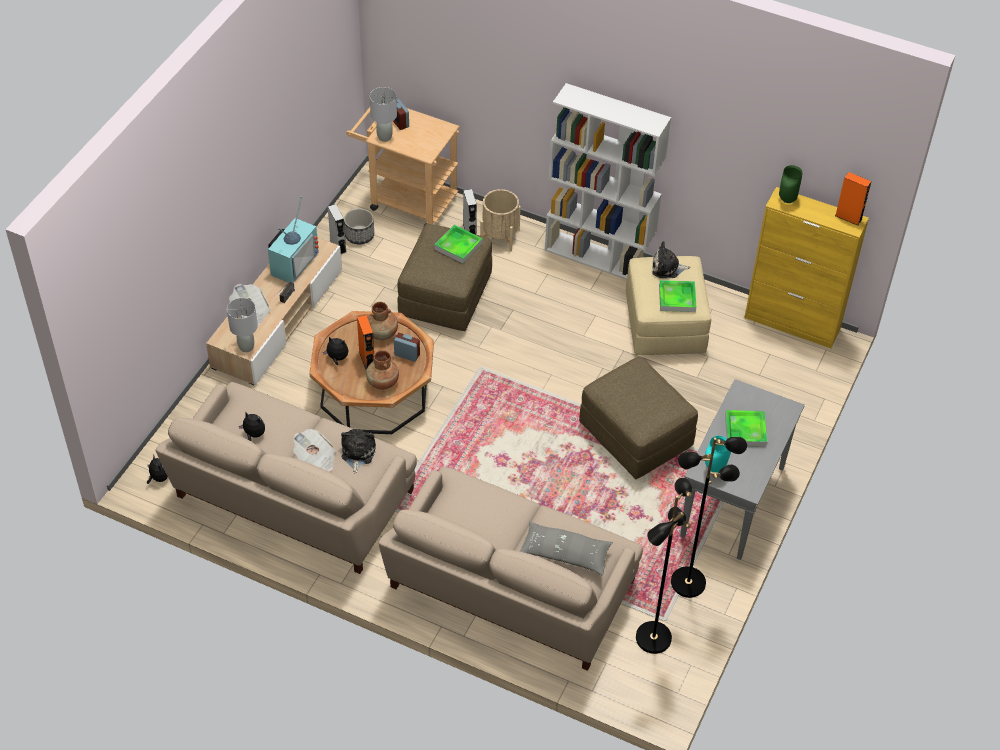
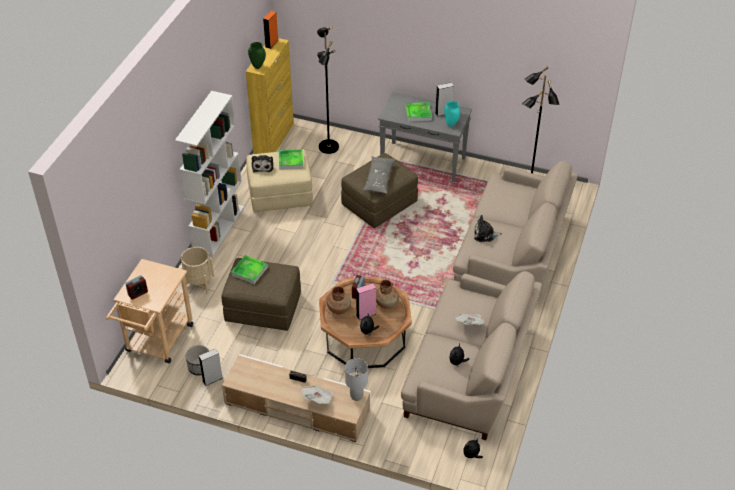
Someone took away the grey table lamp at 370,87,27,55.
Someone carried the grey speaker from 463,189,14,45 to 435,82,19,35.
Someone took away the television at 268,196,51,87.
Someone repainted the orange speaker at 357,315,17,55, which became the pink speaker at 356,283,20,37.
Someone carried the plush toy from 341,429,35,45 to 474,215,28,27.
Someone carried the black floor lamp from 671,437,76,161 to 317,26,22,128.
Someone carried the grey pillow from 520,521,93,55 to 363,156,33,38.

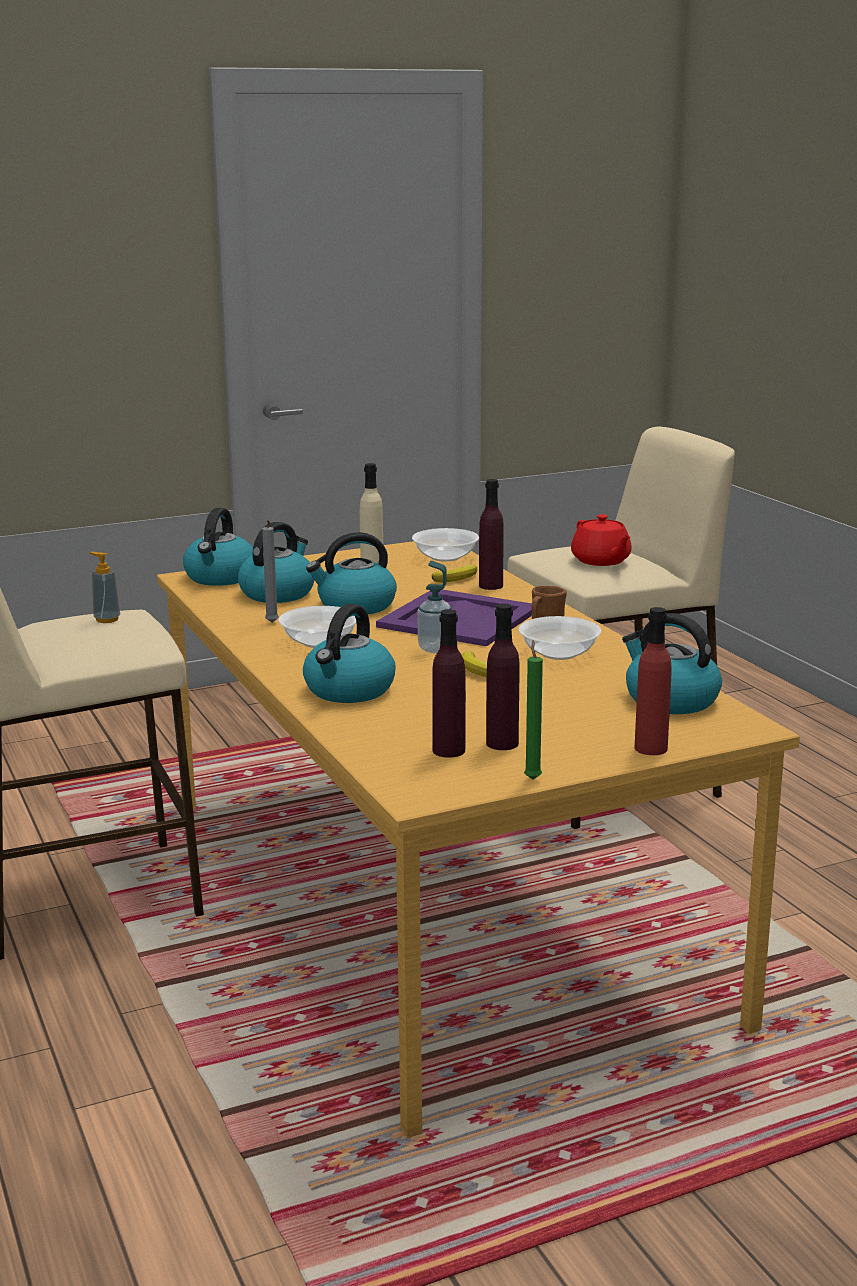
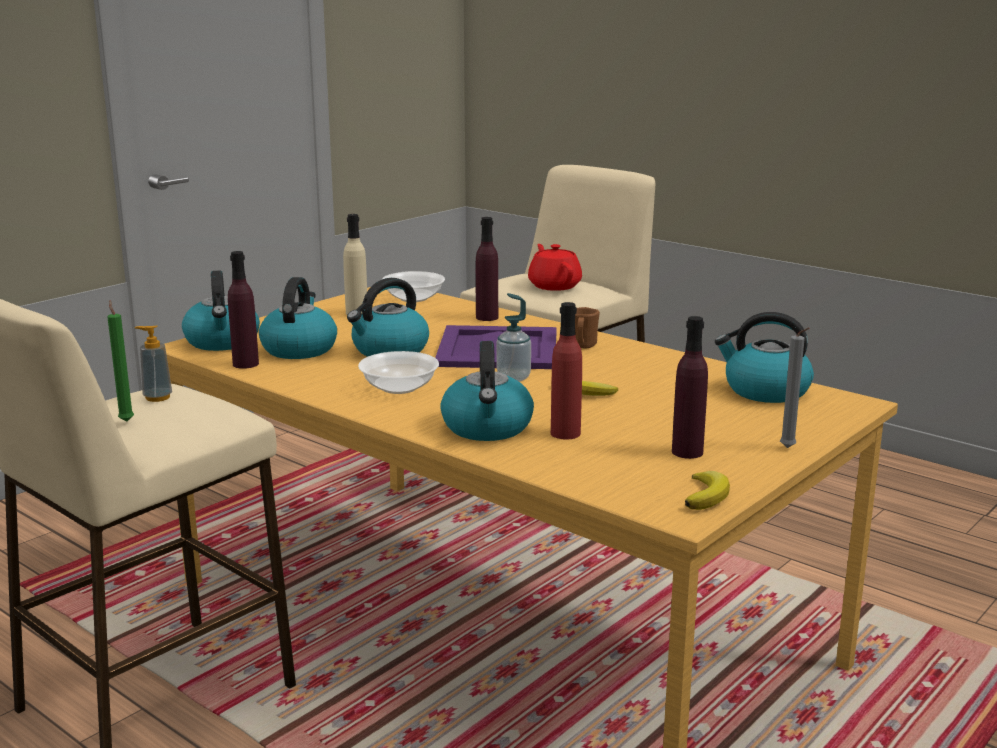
Someone rotated the red teapot at 571,514,61,52 by 150 degrees counterclockwise.
Someone carried the grey candle from 262,520,17,103 to 780,328,30,120.
Someone carried the banana from 432,564,45,19 to 685,471,45,39.
Someone carried the red bottle from 635,607,37,148 to 551,302,31,137.
Someone carried the purple bottle from 432,609,34,149 to 228,251,31,118.
Someone took away the bowl at 519,616,82,44.
Someone carried the green candle from 524,640,19,140 to 108,300,26,122.

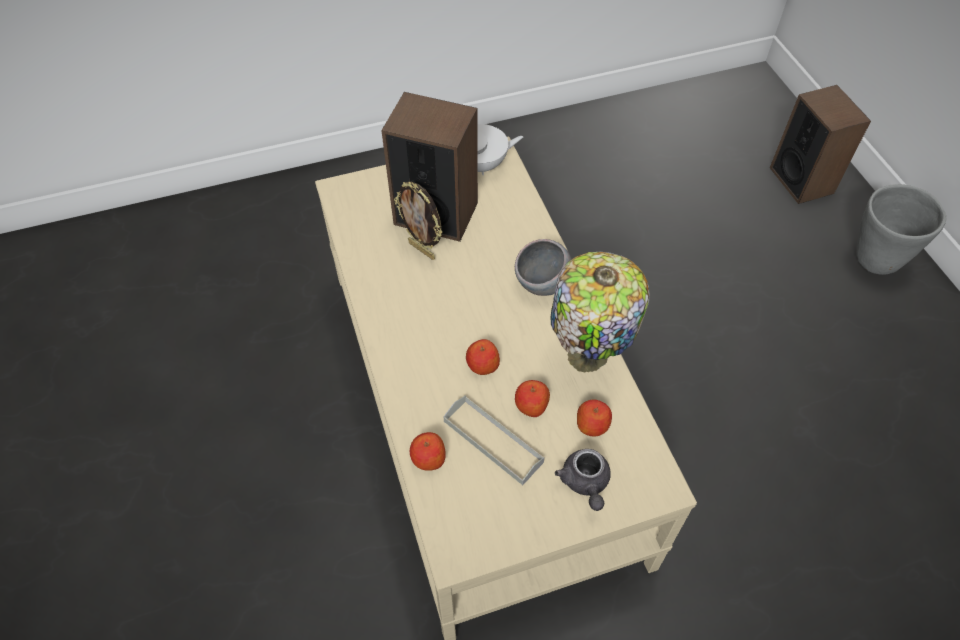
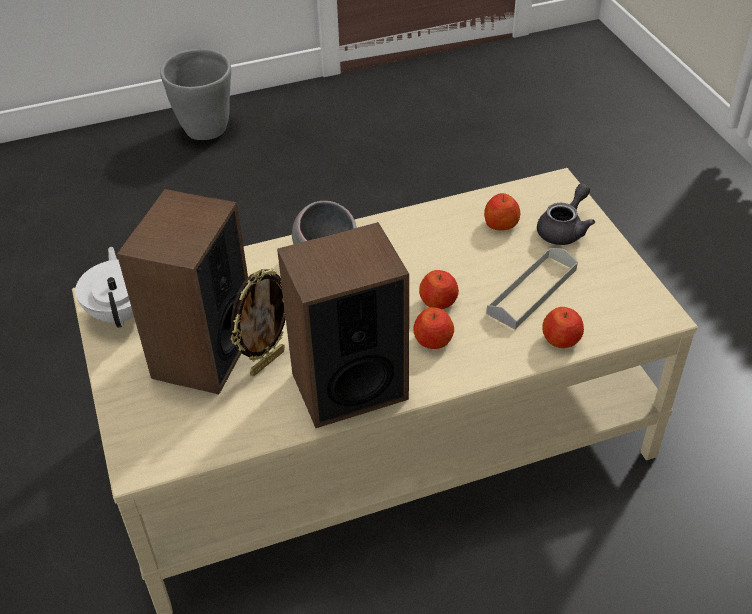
Someone carried the speaker from 770,85,101,119 to 277,222,132,206.
Someone took away the table lamp at 551,252,98,120.
Someone carried the apple from 515,380,35,37 to 414,307,40,42.
Someone rotated the grey teapot at 555,449,56,62 by 45 degrees counterclockwise.

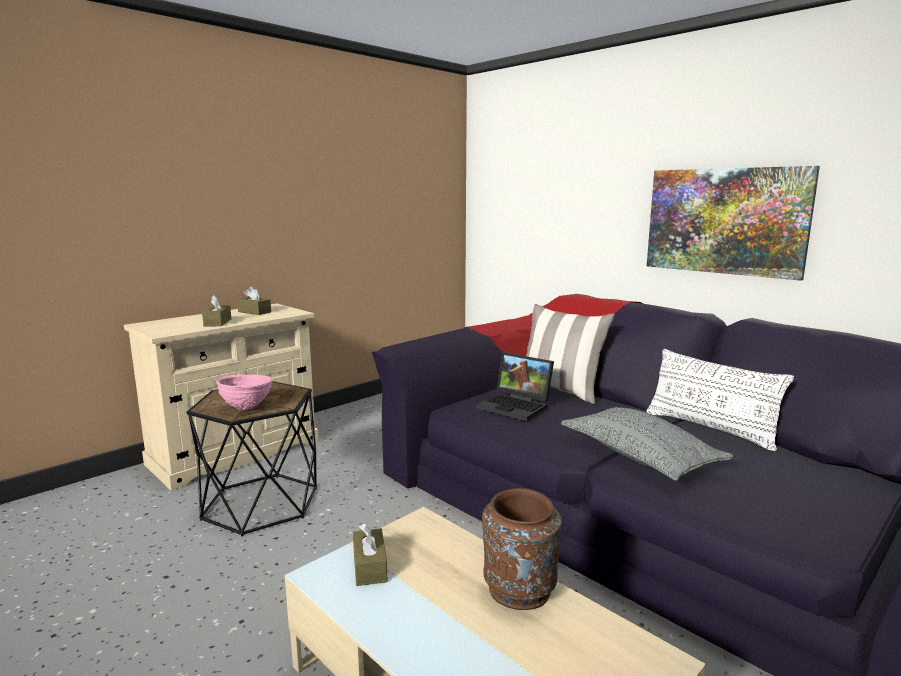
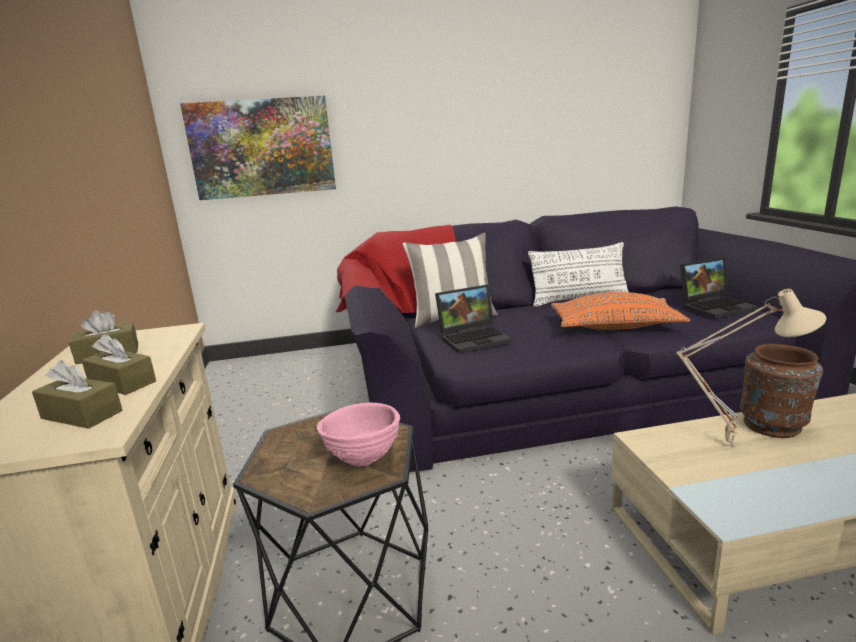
Someone carried the picture from 647,166,173,115 to 180,95,156,105.
Someone repainted the grey pillow at 561,407,172,74, which became the orange pillow at 551,292,139,38.
Someone carried the brown tissue box from 353,523,35,63 to 32,360,90,69.
Someone put down the laptop at 680,257,78,61.
Someone put down the beige table lamp at 676,289,150,158.

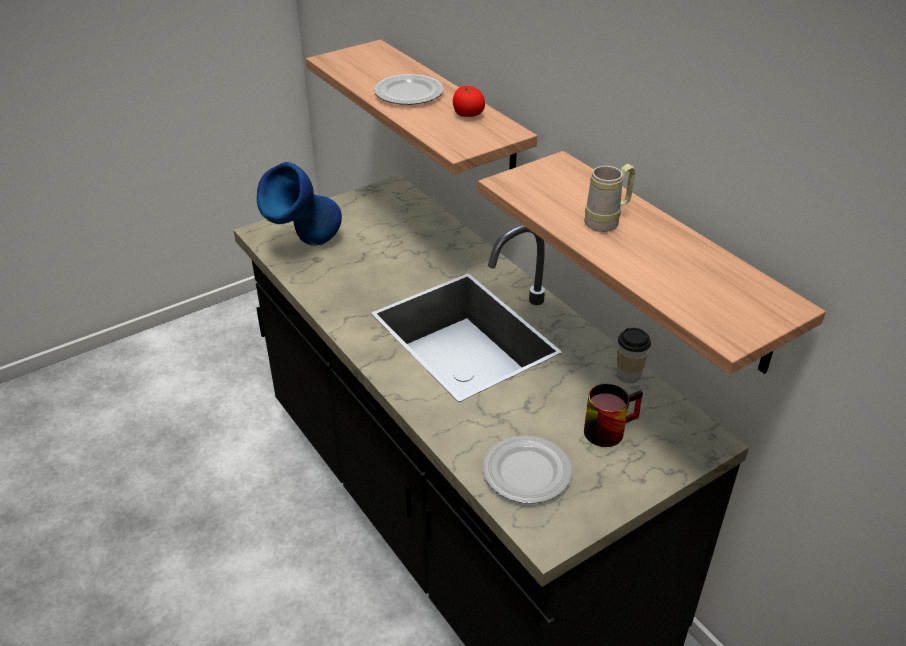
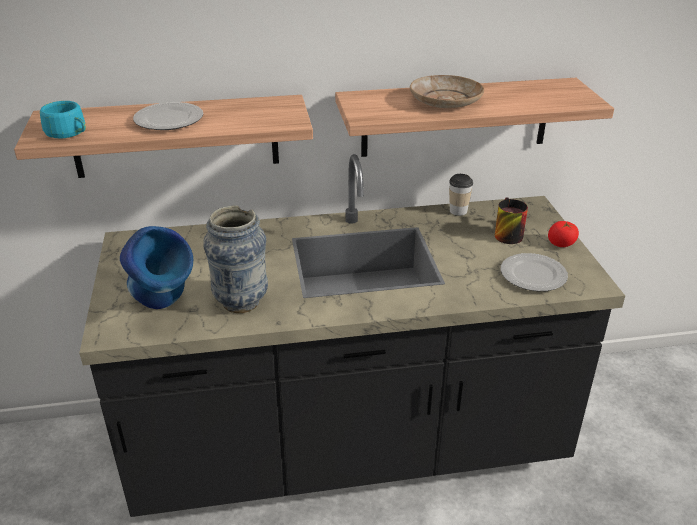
Someone carried the tomato from 453,86,32,31 to 548,221,31,26.
Someone swapped the beige mug at 584,164,52,68 for the beige plate at 410,75,74,33.
Someone put down the turquoise cup at 40,101,46,38.
Someone put down the vase at 203,206,65,107.

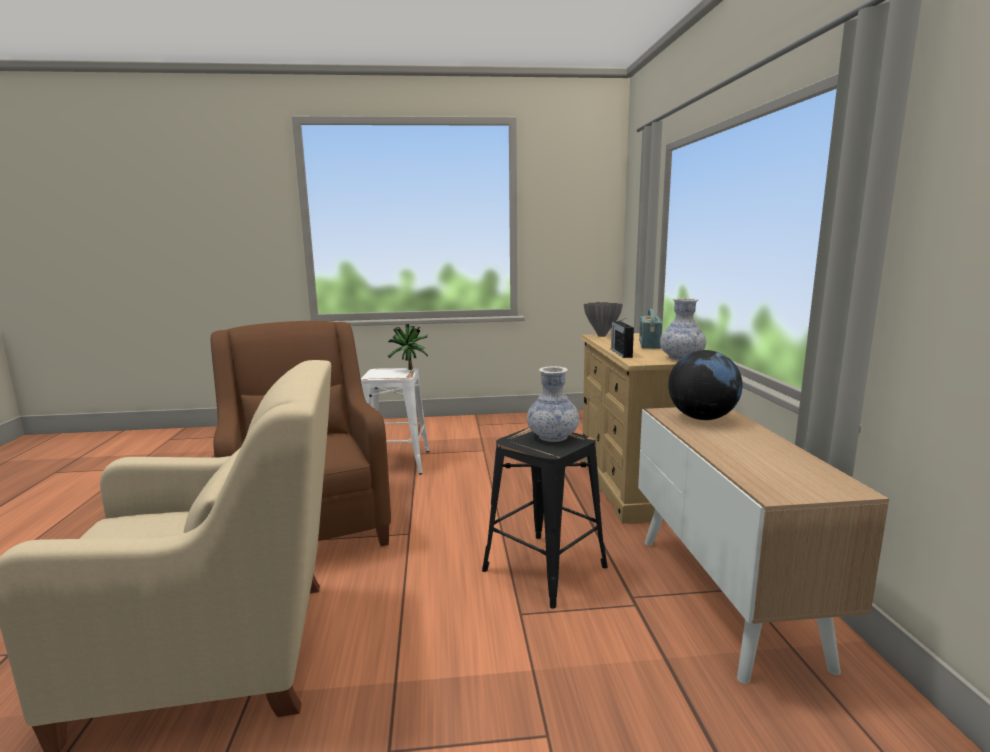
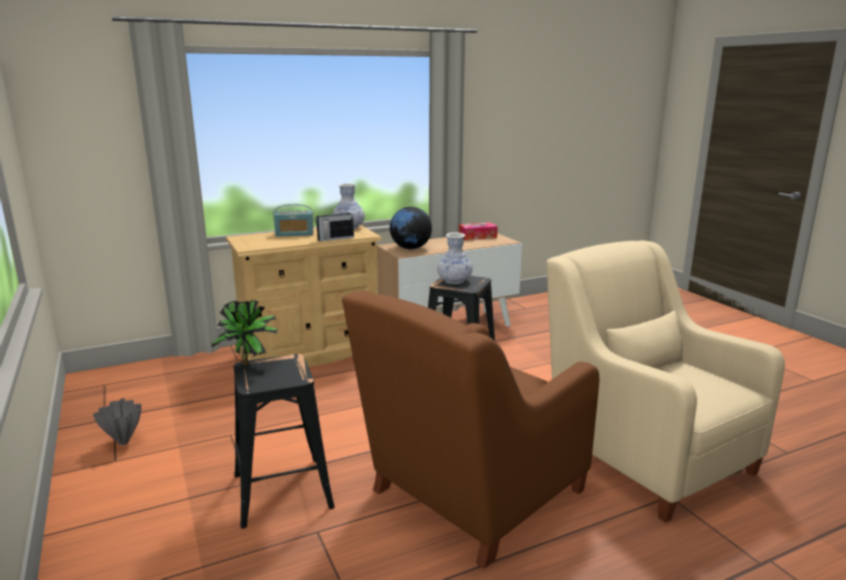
Someone carried the grey vase from 584,302,39,35 to 93,398,48,47.
Someone repainted the white stool at 361,368,69,107, which became the black stool at 233,354,102,175.
Someone put down the tissue box at 459,223,39,17.

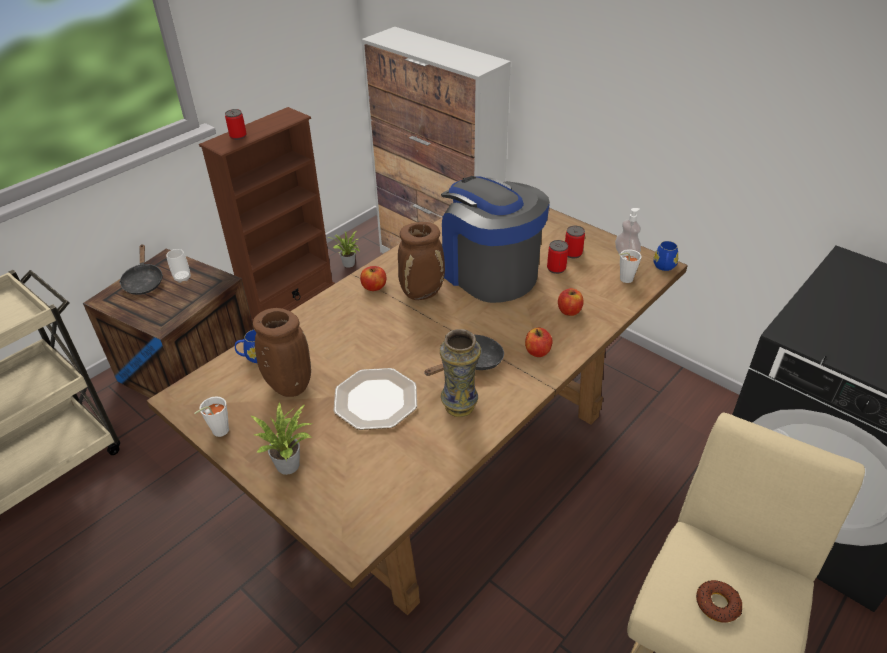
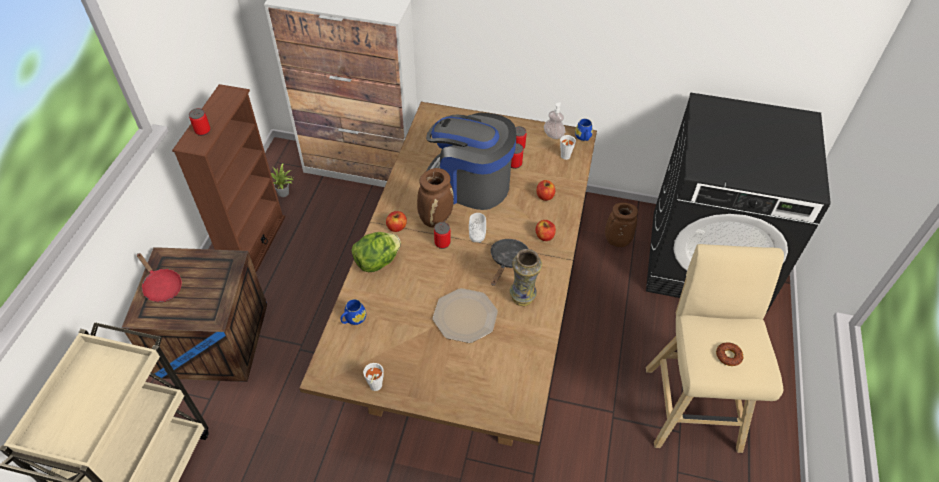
Someone repainted the black frying pan at 119,244,44,51, which became the red frying pan at 137,253,45,49.
Someone carried the cup from 166,249,25,34 to 469,213,17,30.
Someone carried the brown vase from 253,308,58,89 to 605,203,33,44.
Someone took away the potted plant at 250,402,62,73.
Someone put down the can at 434,222,17,27.
Someone put down the lettuce at 352,232,49,40.

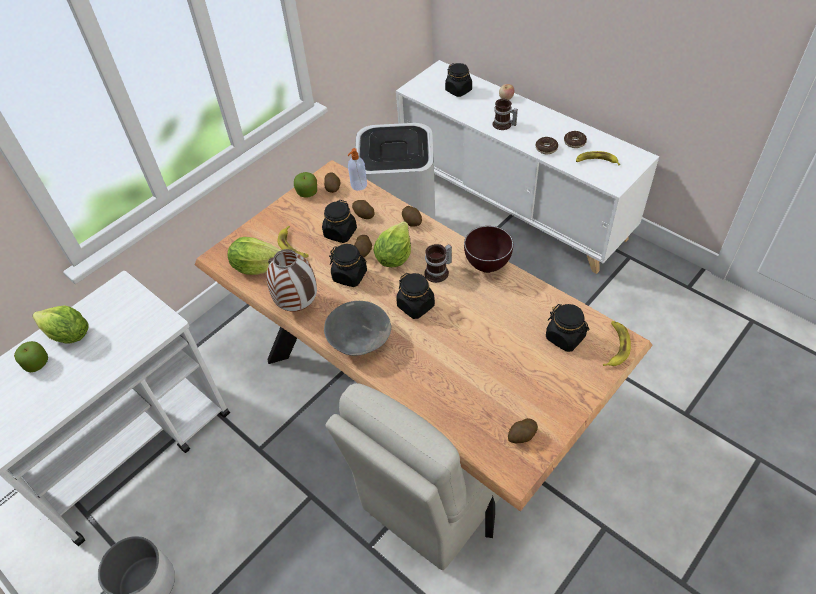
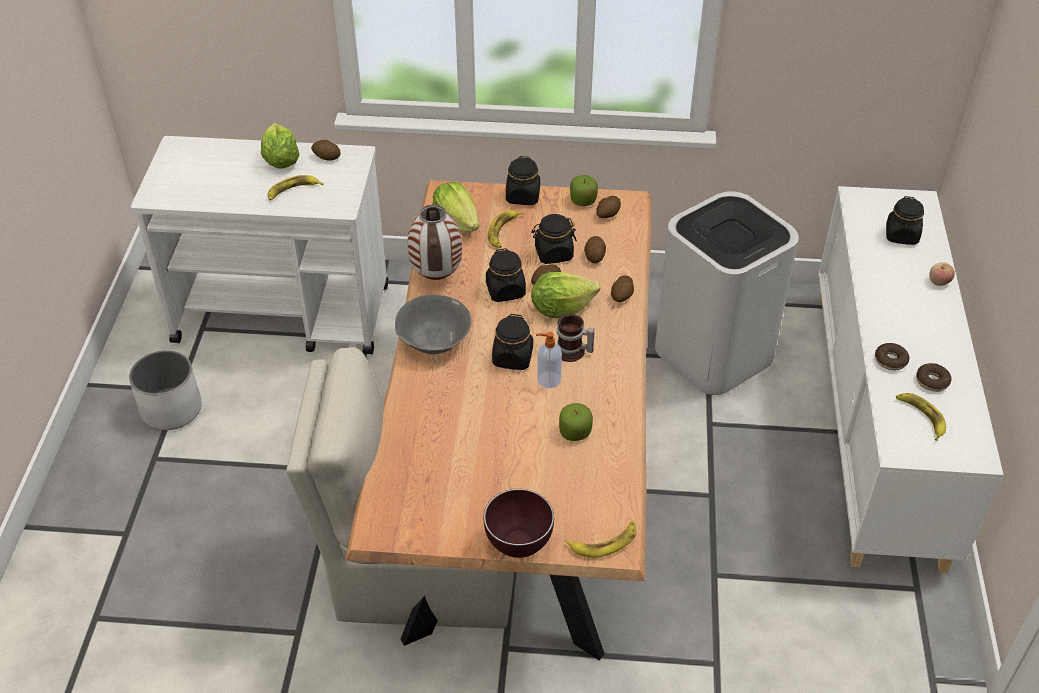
Someone took away the mug at 493,99,25,31.
Someone carried the soap dispenser from 347,148,20,43 to 536,332,26,56.
Someone carried the brown bowl from 464,226,49,47 to 484,489,70,69.
Someone carried the black jar from 546,304,43,48 to 506,156,34,49.
Someone carried the apple from 14,341,34,31 to 559,403,34,38.
Someone carried the potato from 508,418,30,25 to 311,140,29,21.
Someone put down the banana at 267,175,56,26.

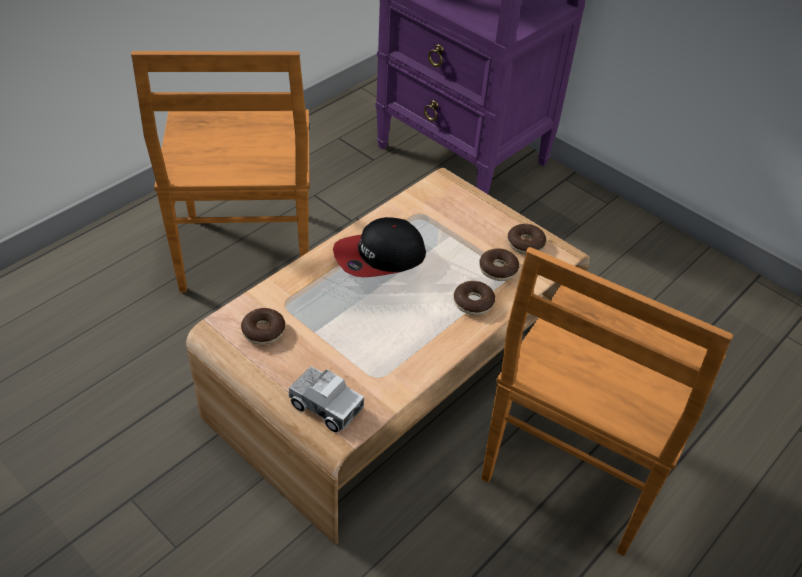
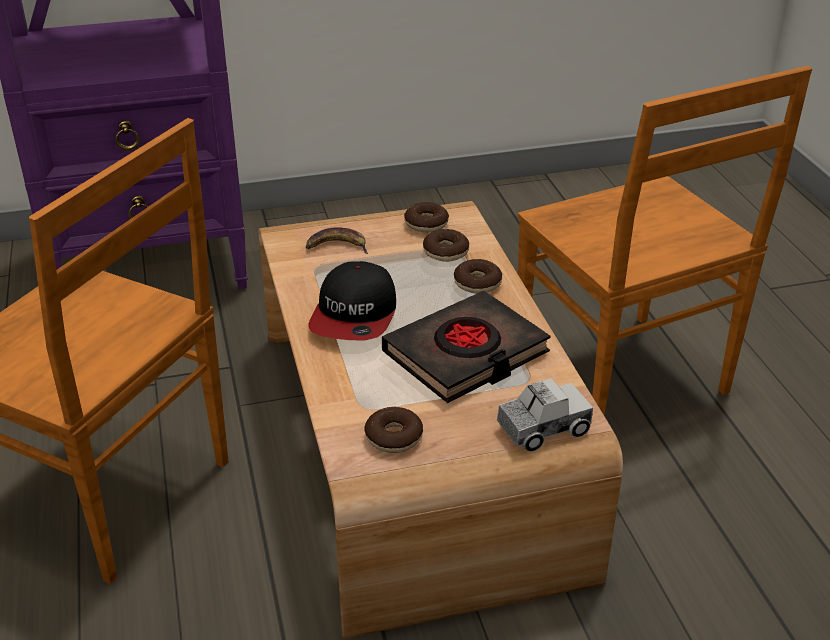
Someone put down the banana at 306,227,62,27.
Someone put down the black book at 382,291,168,112.

